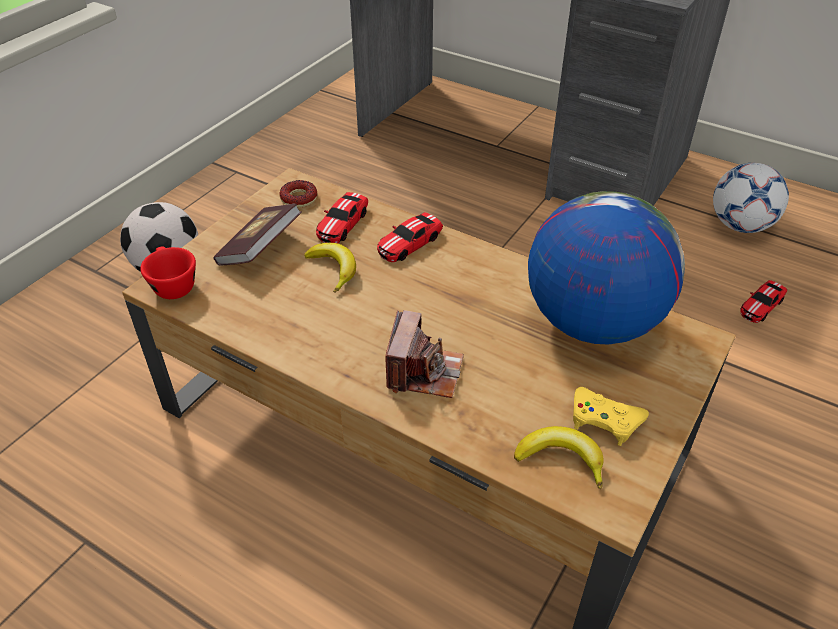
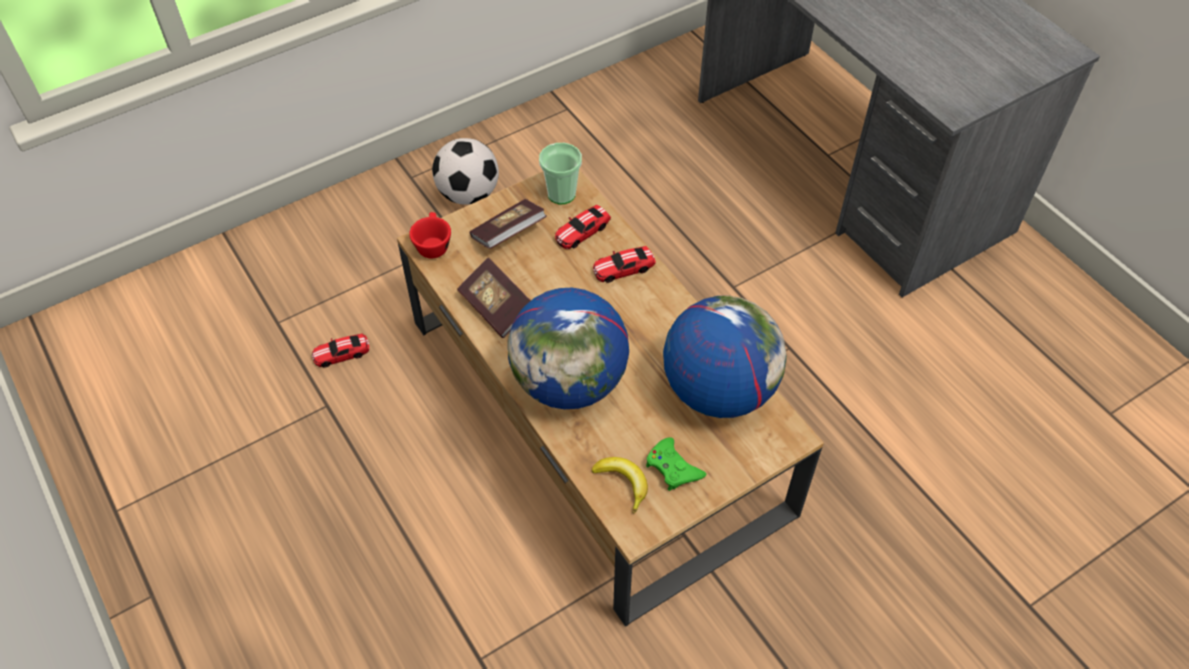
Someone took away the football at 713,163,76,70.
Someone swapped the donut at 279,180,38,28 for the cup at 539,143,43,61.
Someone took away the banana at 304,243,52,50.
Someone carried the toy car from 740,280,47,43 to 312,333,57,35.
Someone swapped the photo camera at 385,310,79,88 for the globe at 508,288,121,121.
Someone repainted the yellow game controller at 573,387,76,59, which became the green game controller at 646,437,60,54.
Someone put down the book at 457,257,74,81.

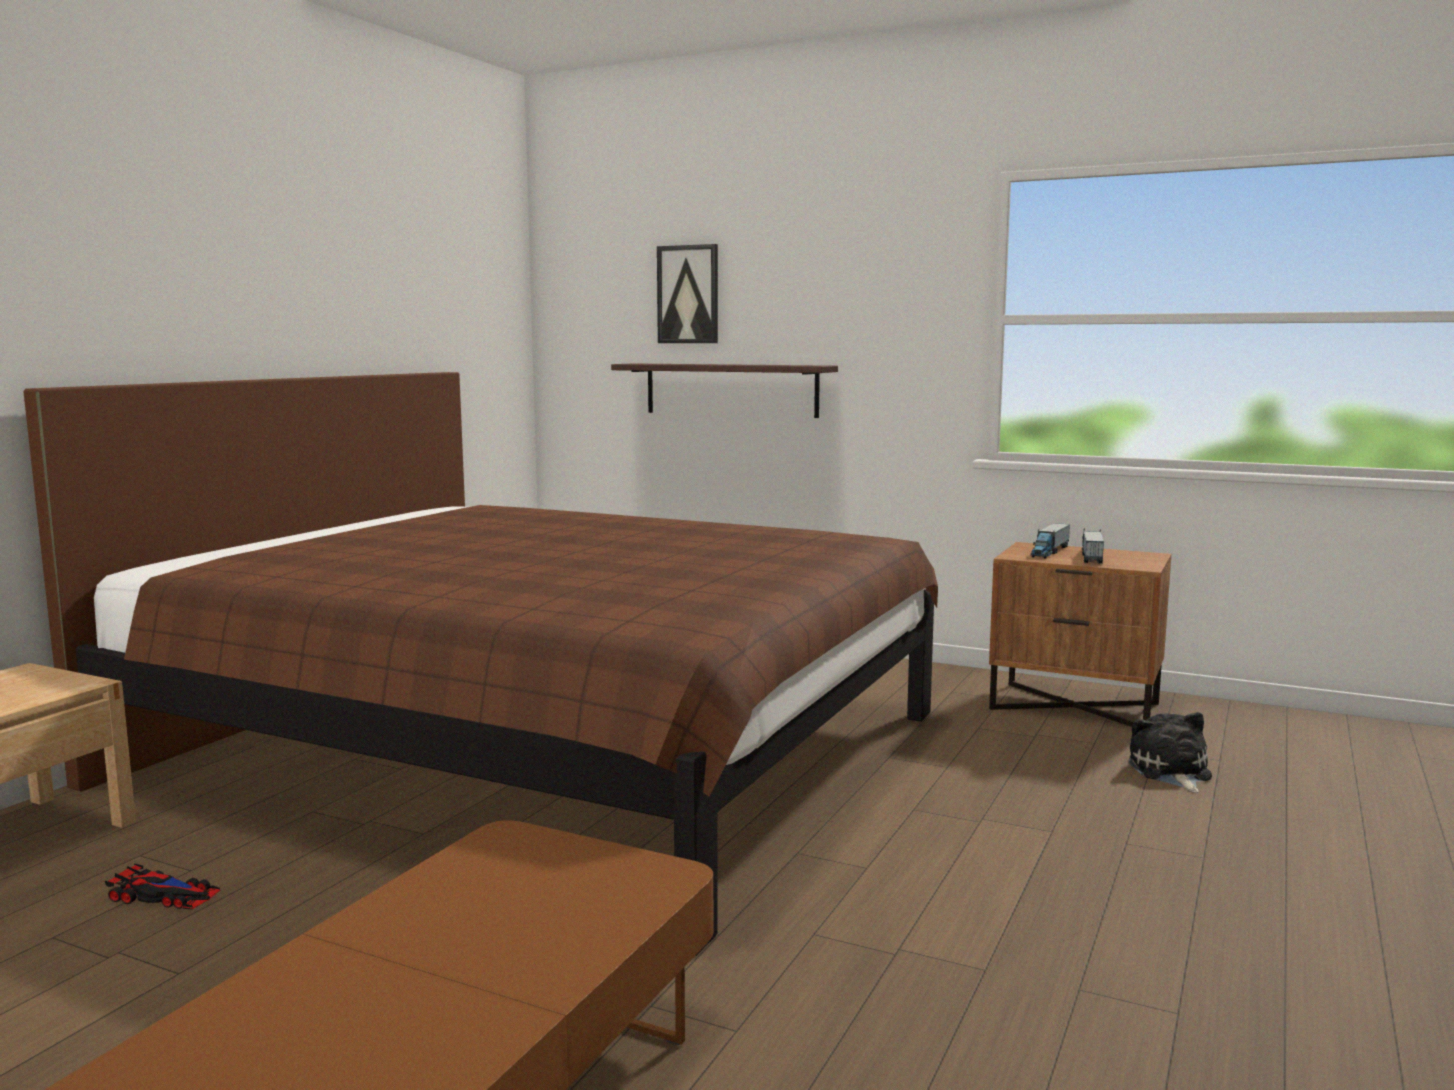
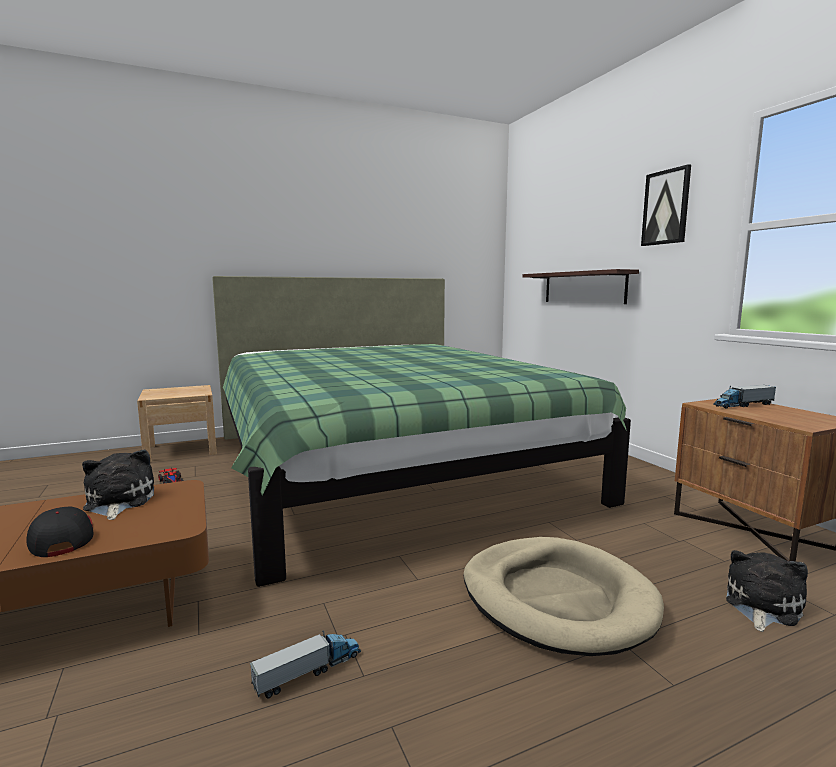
Someone carried the picture from 657,244,61,99 to 641,164,50,82.
Someone repainted the brown bed at 23,372,915,584, which became the green bed at 212,276,419,311.
Someone carried the toy truck from 1081,529,23,35 to 250,631,111,67.
Someone put down the plush toy at 82,450,72,70.
Someone put down the cap at 26,507,68,50.
Someone put down the beige dog bed at 464,537,200,119.

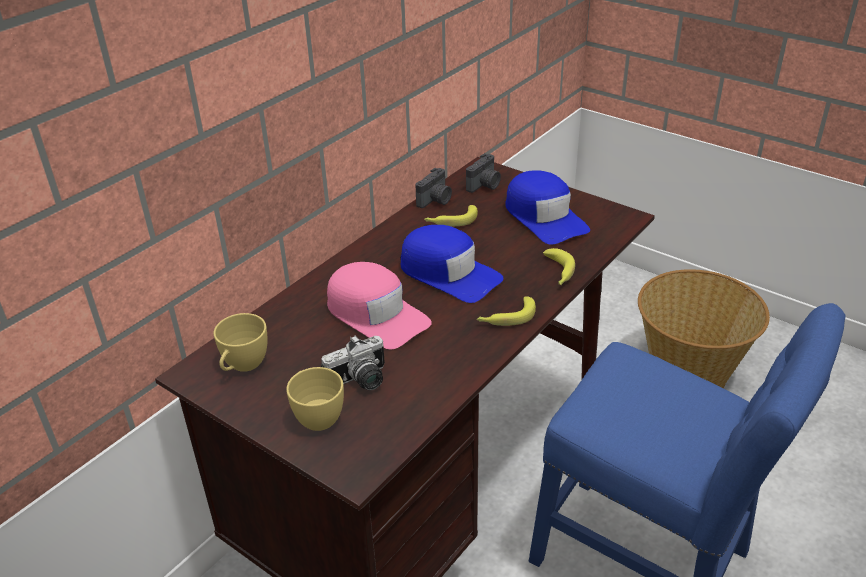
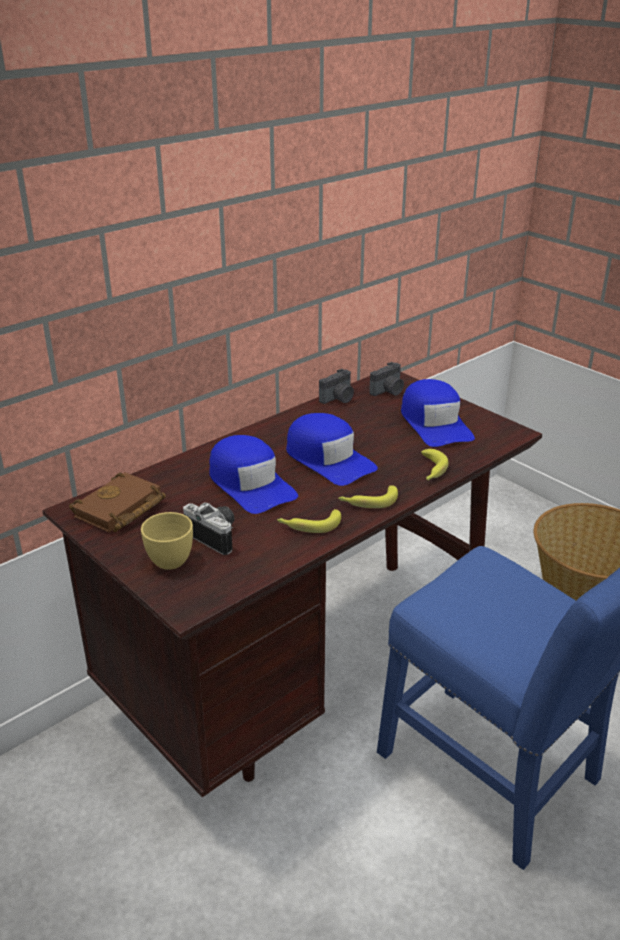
Someone carried the banana from 424,205,54,21 to 277,509,64,24.
Someone repainted the pink cap at 327,262,105,88, which became the blue cap at 209,435,89,79.
Someone swapped the yellow cup at 214,313,54,59 for the brown book at 69,472,97,60.
Someone rotated the photo camera at 321,335,64,55 by 120 degrees counterclockwise.

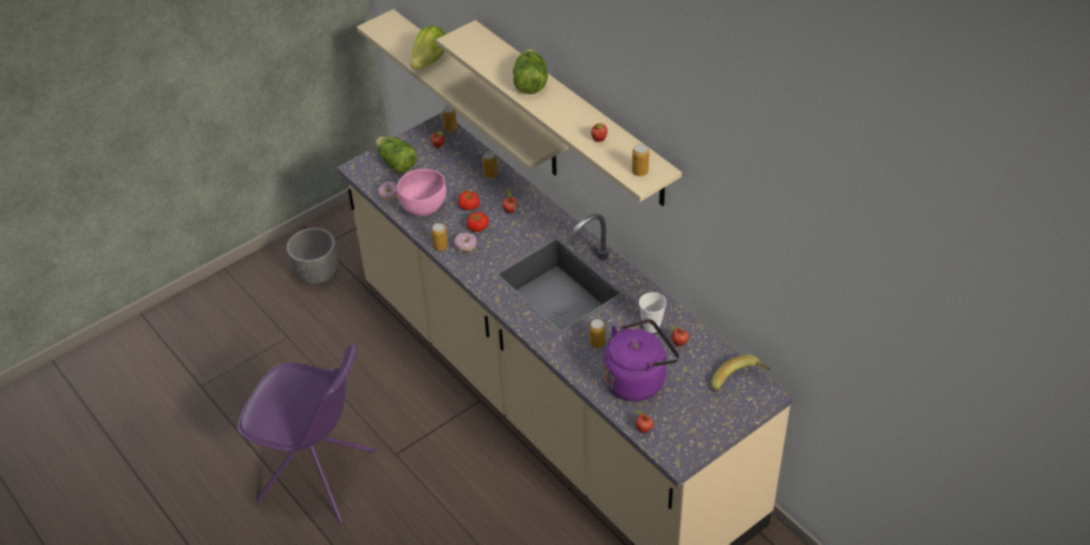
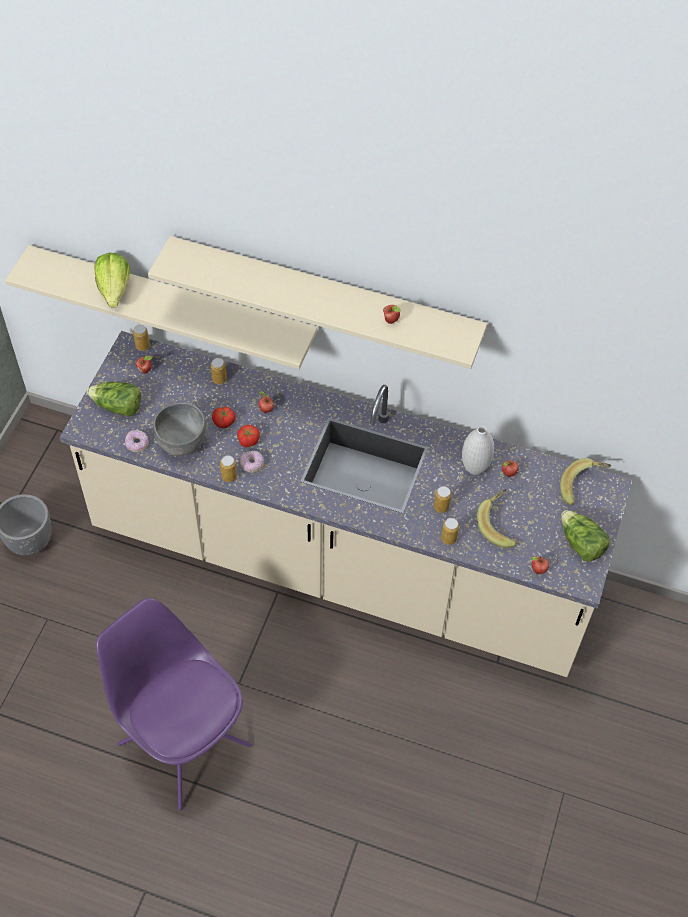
Someone carried the lettuce from 513,49,35,45 to 561,510,49,52.
Someone carried the can from 632,144,17,32 to 441,518,18,27.
Someone repainted the pink bowl at 397,169,49,47, which became the grey bowl at 153,402,54,54.
Someone swapped the cup at 639,292,27,41 for the white vase at 462,426,32,49.
Someone swapped the purple kettle at 603,319,76,82 for the banana at 477,489,40,59.
Someone rotated the purple chair at 237,343,139,180 by 120 degrees counterclockwise.

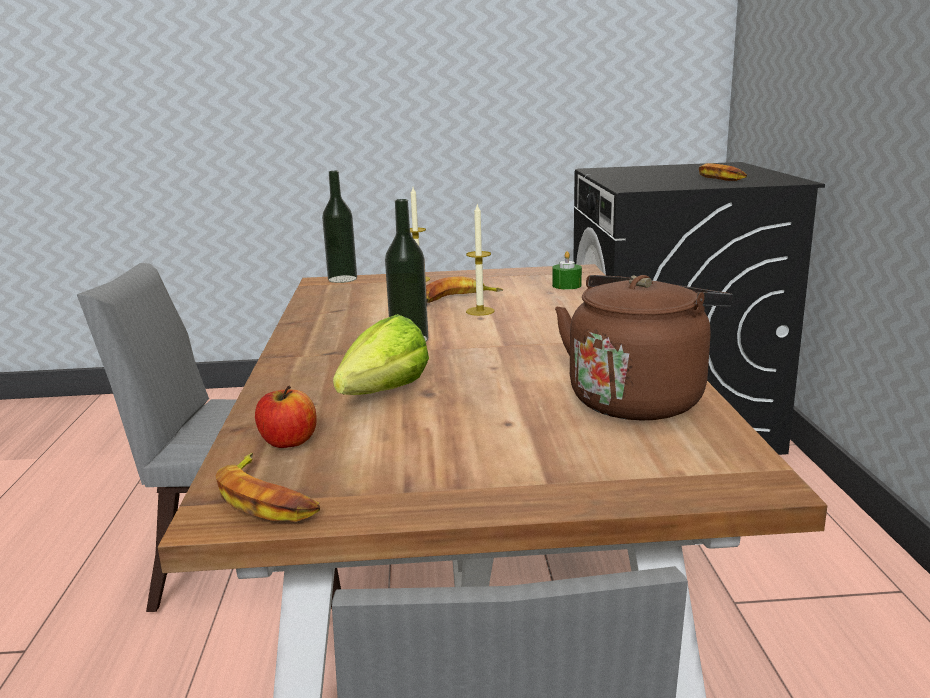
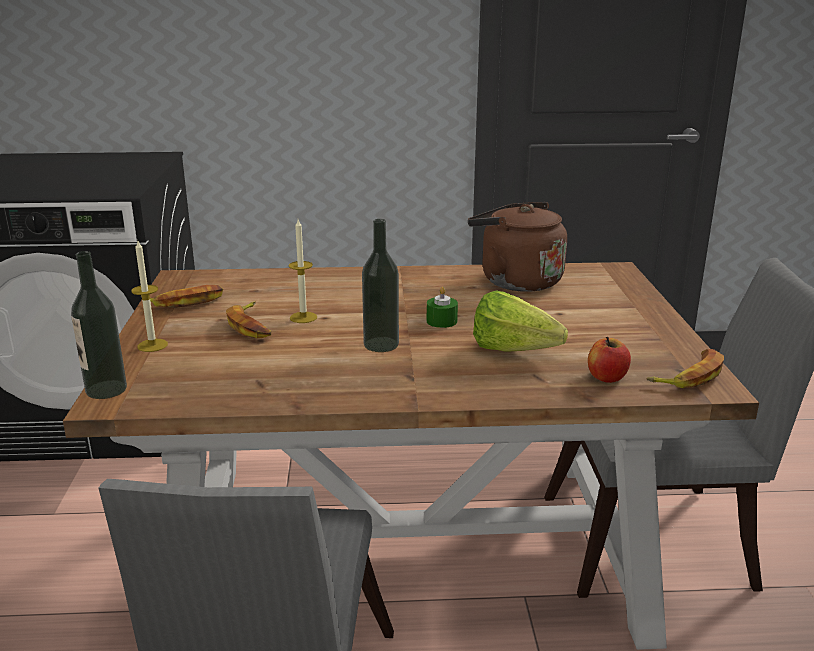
Someone carried the banana from 699,163,48,18 to 141,285,82,23.
Someone carried the green candle from 552,251,30,38 to 427,287,31,41.

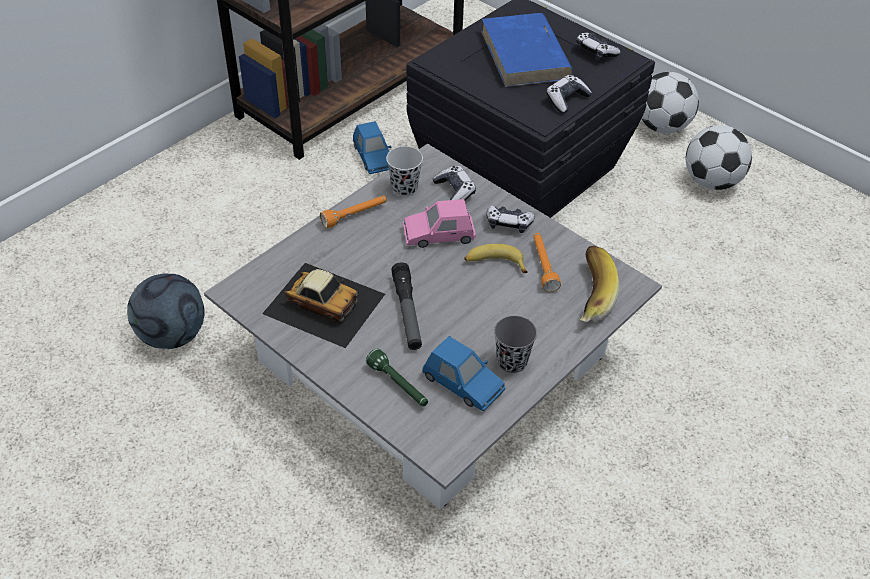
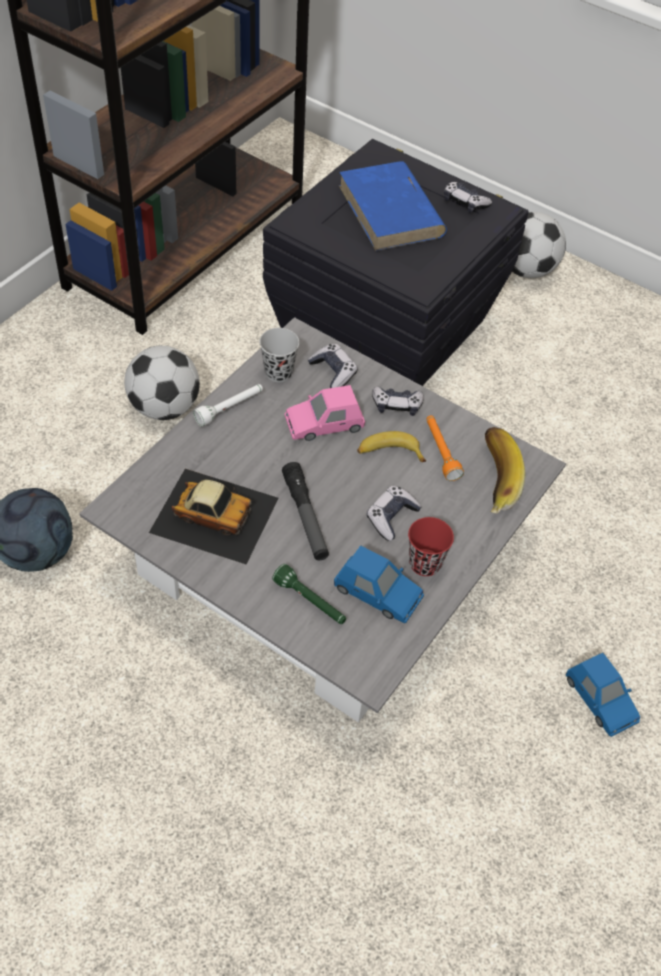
Someone carried the game controller from 546,75,46,38 to 367,486,55,55.
Someone carried the blue toy car from 353,121,38,53 to 566,653,74,84.
Someone carried the football from 686,125,66,65 to 124,345,76,75.
Someone repainted the orange flashlight at 320,196,67,33, which became the white flashlight at 193,384,70,43.
Someone repainted the grey cup at 494,316,43,57, which became the red cup at 408,517,46,59.

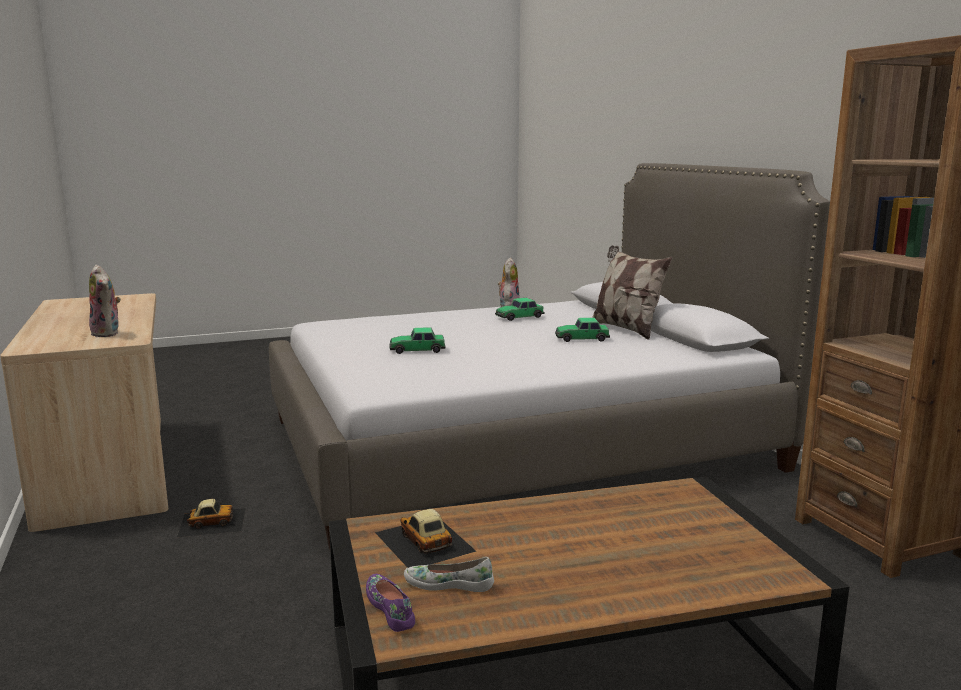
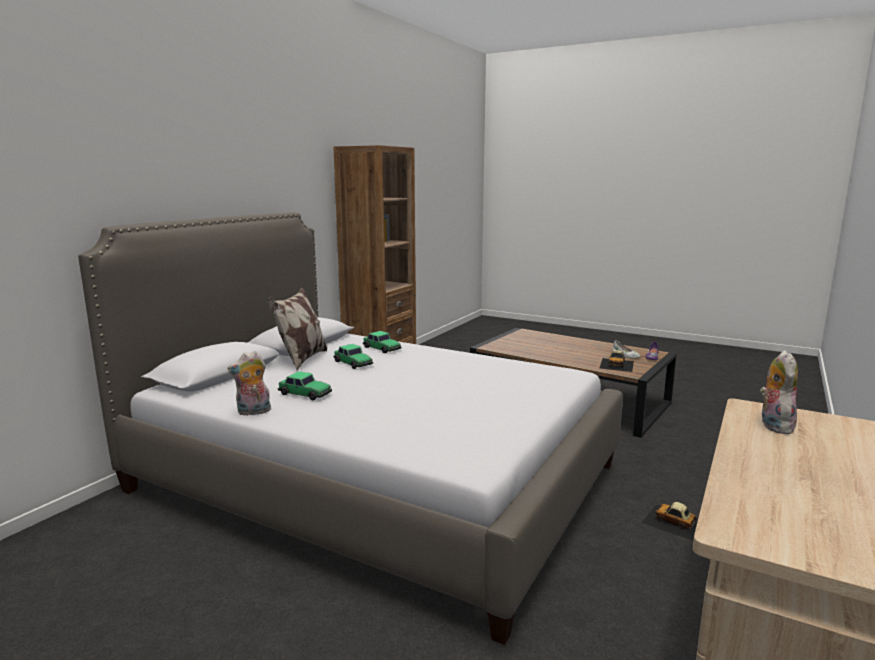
Someone carried the toy car from 389,327,57,27 to 363,331,39,22.

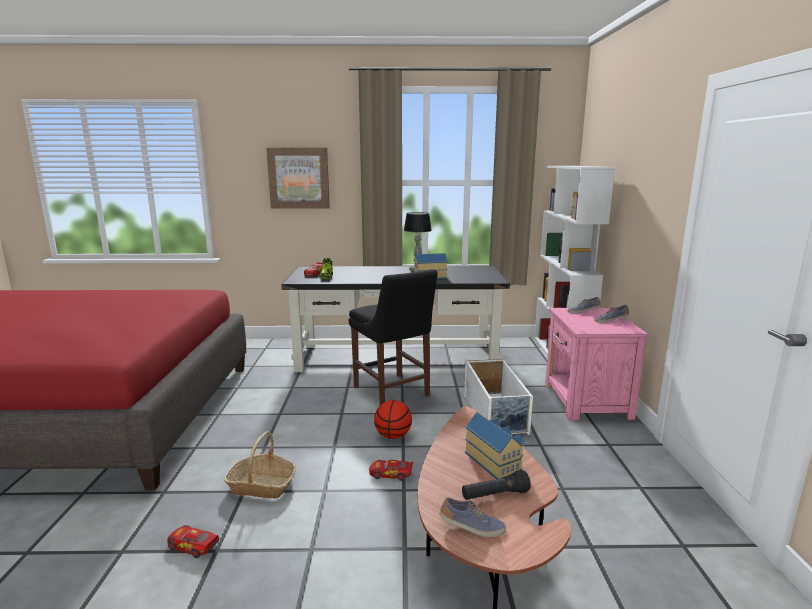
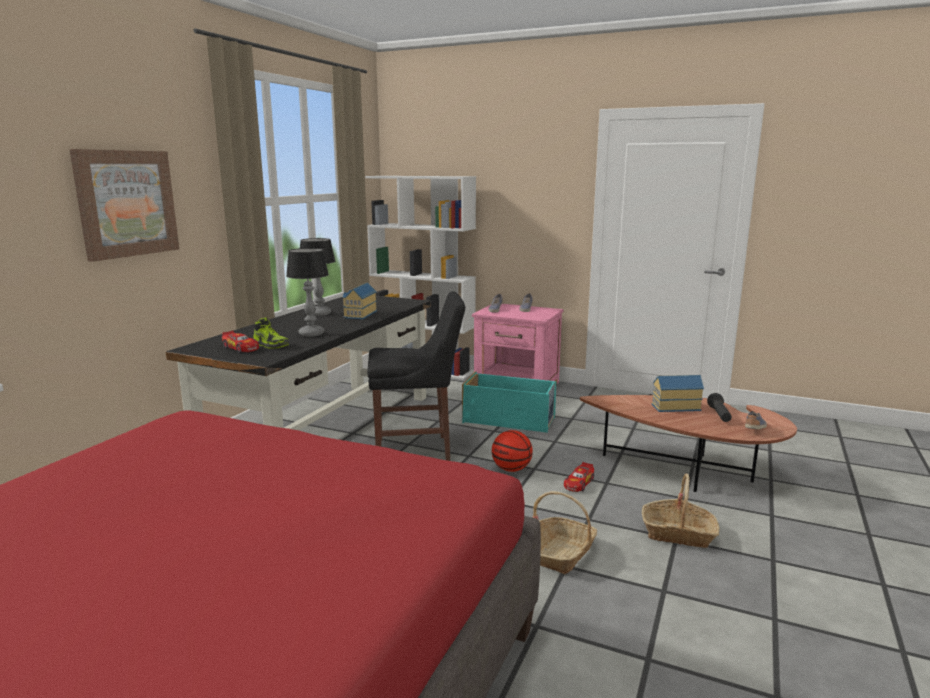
Someone repainted the white storage box at 464,359,69,76, which became the turquoise storage box at 462,371,94,62.
Someone took away the toy car at 167,525,52,33.
Someone put down the table lamp at 286,248,43,89.
Someone put down the basket at 642,474,78,74.

